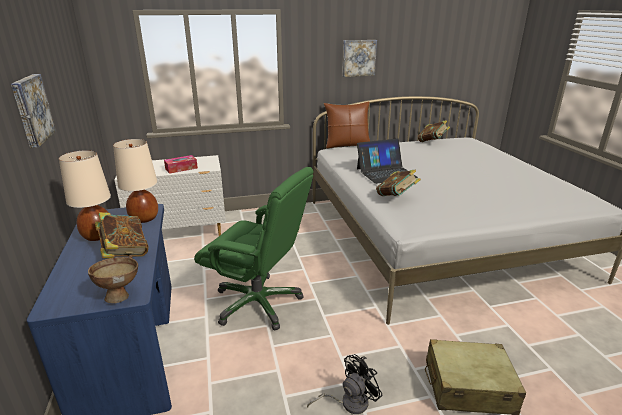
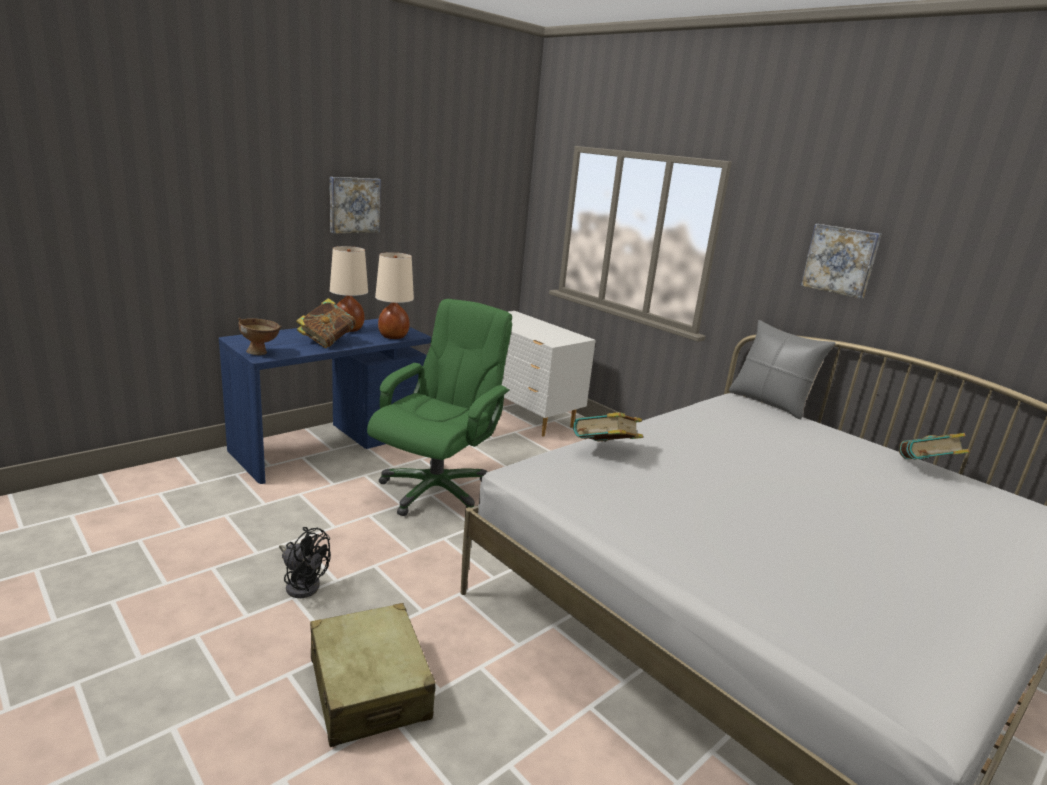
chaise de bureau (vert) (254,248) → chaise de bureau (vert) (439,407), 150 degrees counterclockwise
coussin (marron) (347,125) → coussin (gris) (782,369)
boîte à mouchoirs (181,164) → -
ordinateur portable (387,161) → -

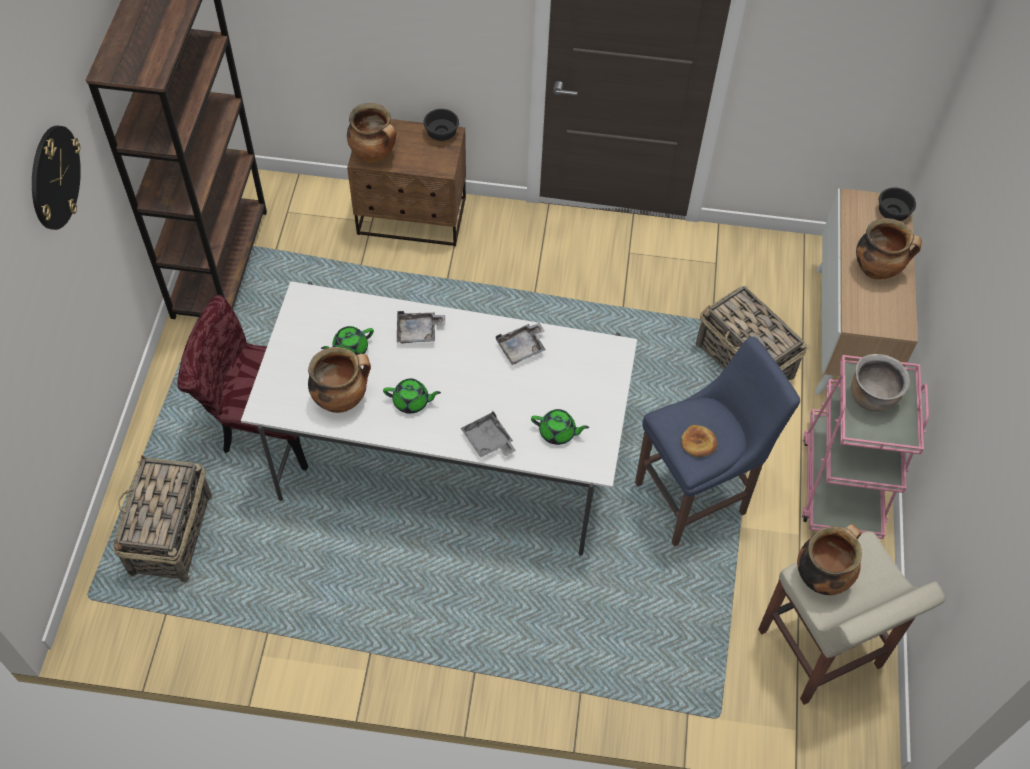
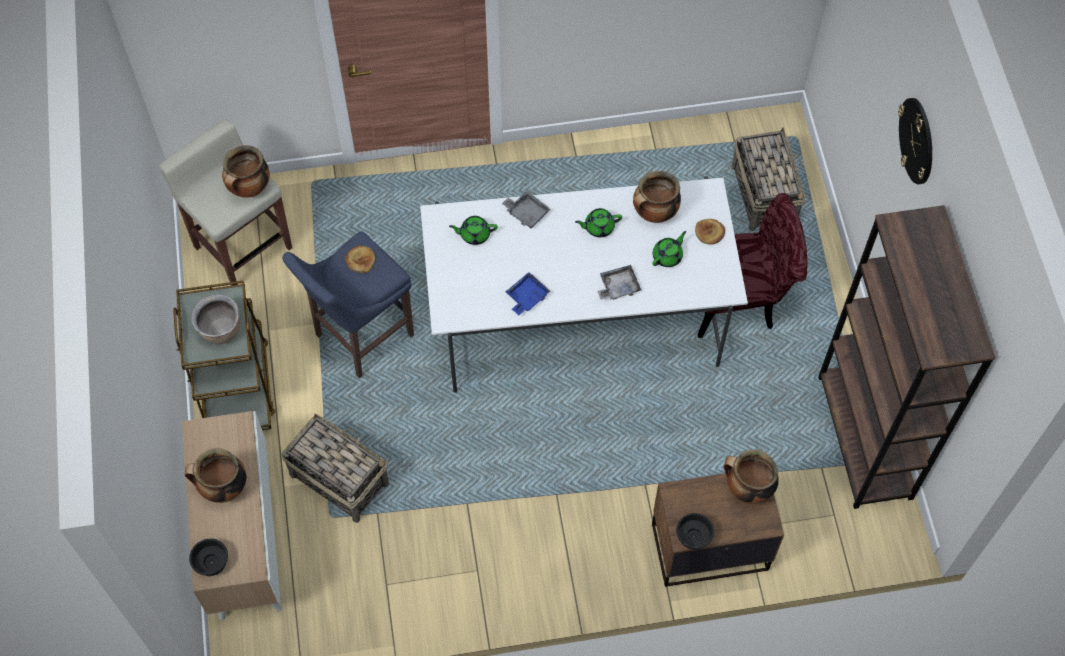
chariot (rose) (865,447) → chariot (marron) (224,355)
plateau (gris) (521,344) → plateau (bleu) (528,293)
- → pain (710,232)

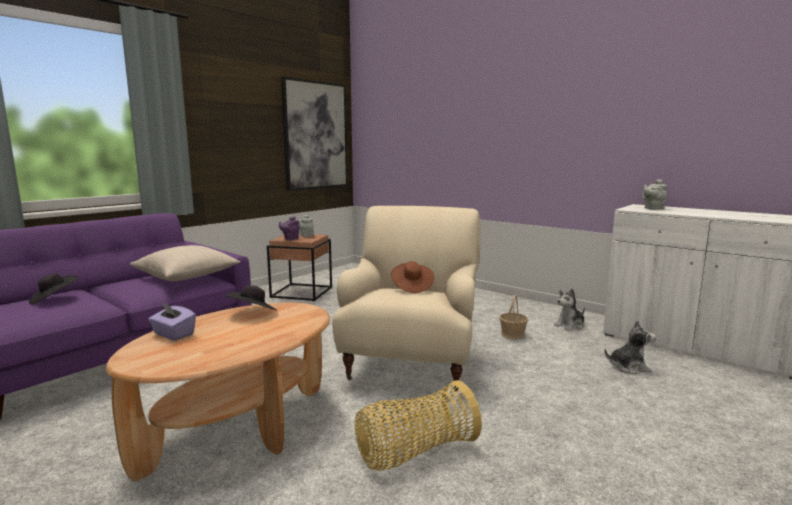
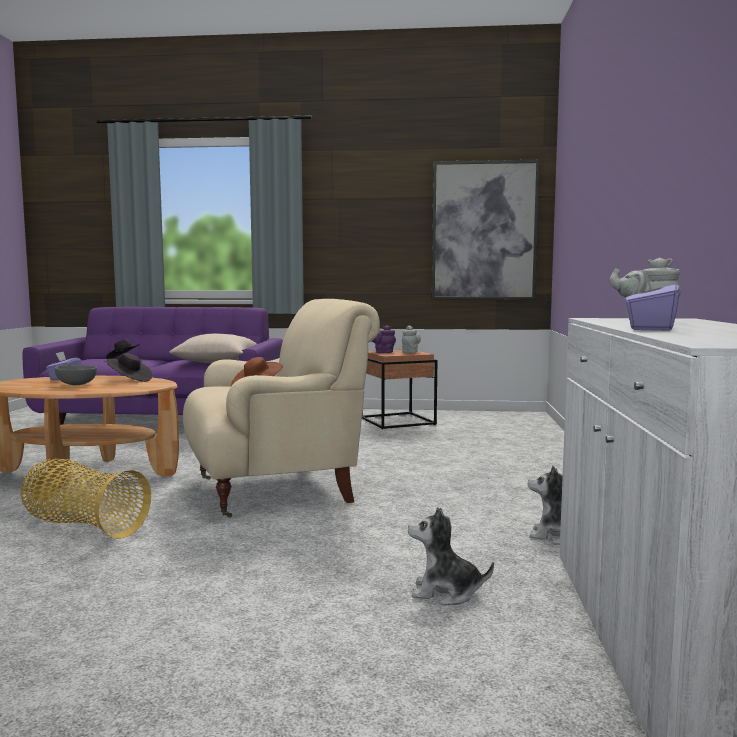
- → bol (gris) (76,375)
peluche (630,347) → peluche (451,556), 135 degrees clockwise
- → boîte à mouchoirs (violet) (652,301)
panier (513,317) → -

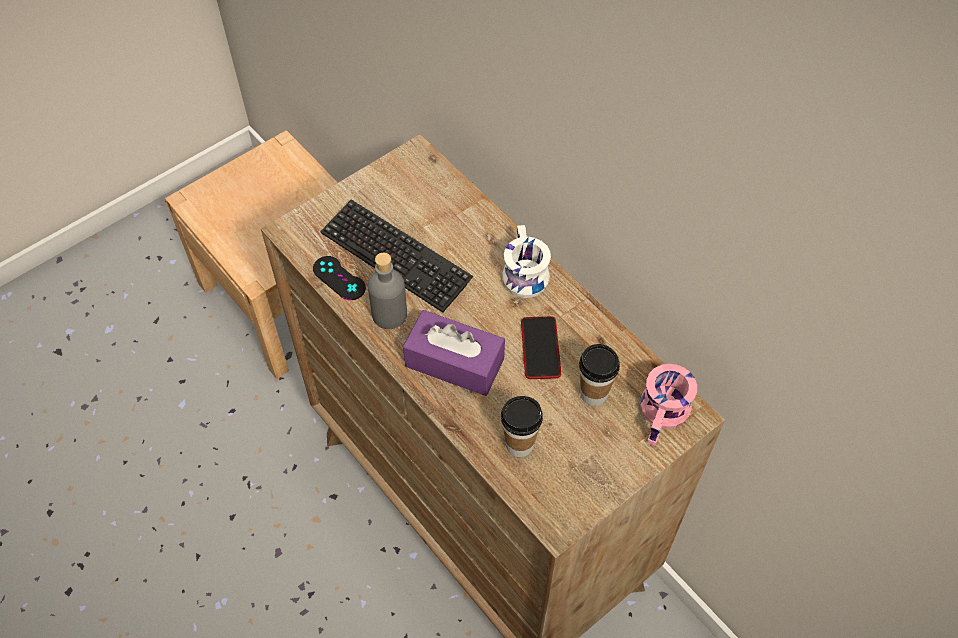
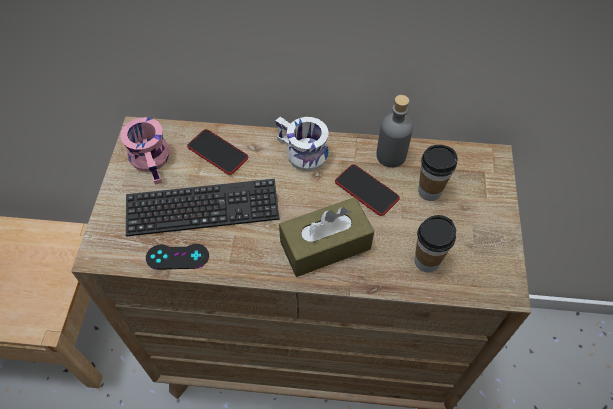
mug (rose) (669,405) → mug (rose) (144,151), shifted
- → téléphone (217,152)
boîte à mouchoirs (violet) (454,353) → boîte à mouchoirs (marron) (326,237)
bouteille (gris) (387,291) → bouteille (gris) (394,131), shifted

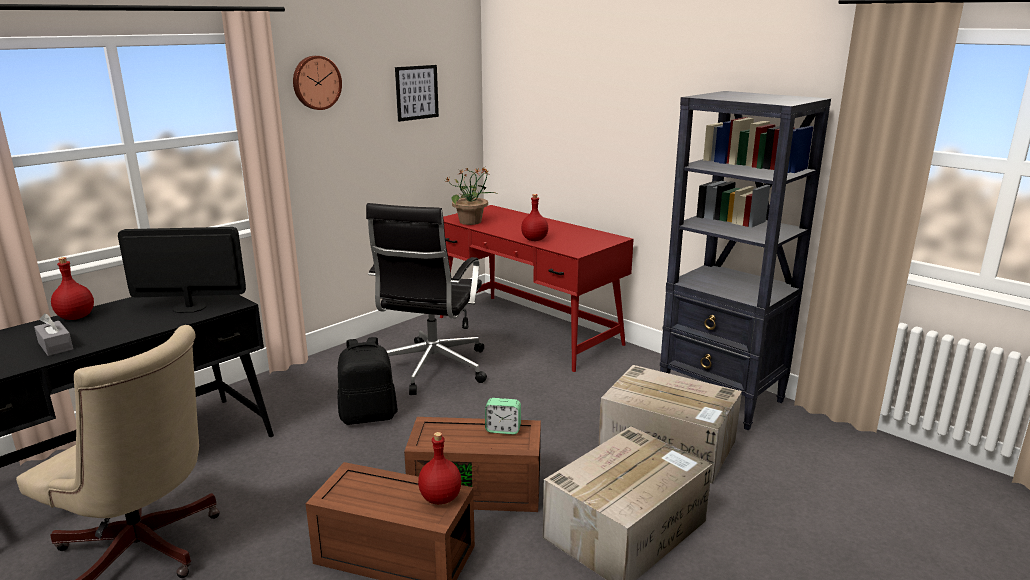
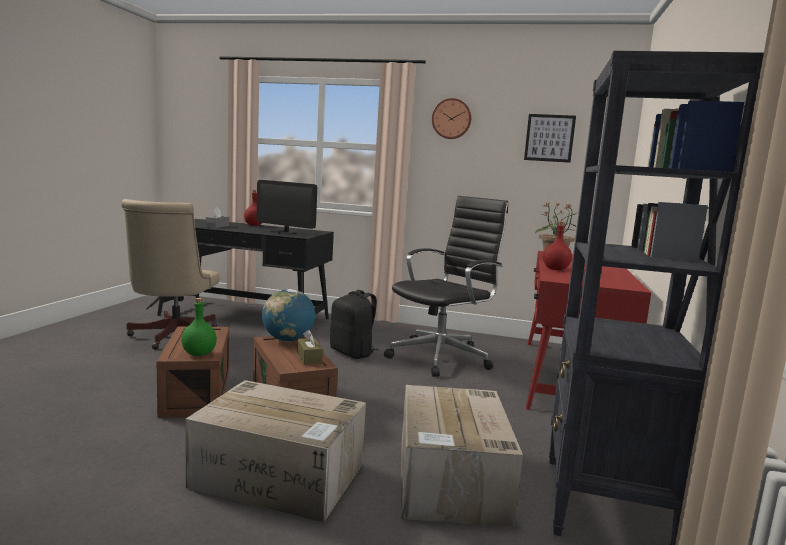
bouteille (rouge) (439,468) → bouteille (vert) (199,327)
écran d'ordinateur (182,270) → écran d'ordinateur (287,207), 150 degrees clockwise
- → globe (288,315)
réveil (503,416) → boîte à mouchoirs (marron) (310,347)
chaise de bureau (noir) (426,299) → chaise de bureau (noir) (446,286), 150 degrees clockwise

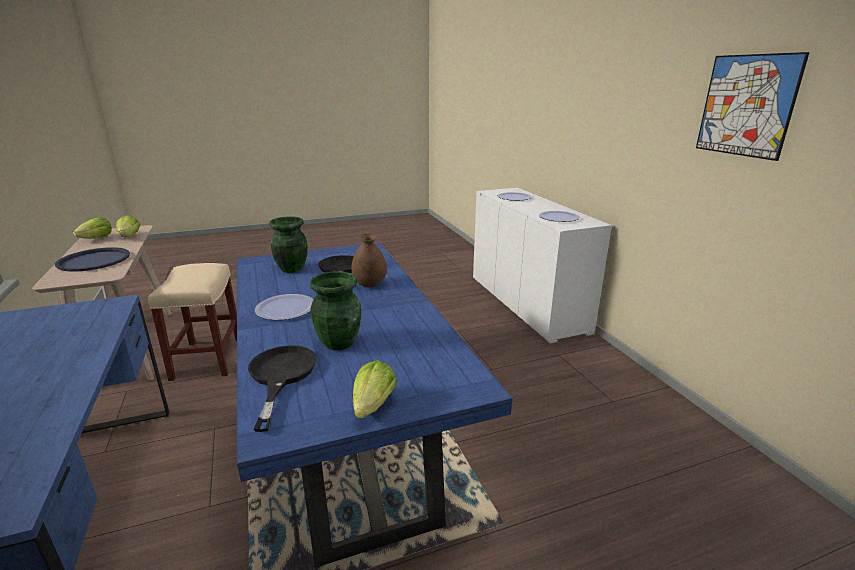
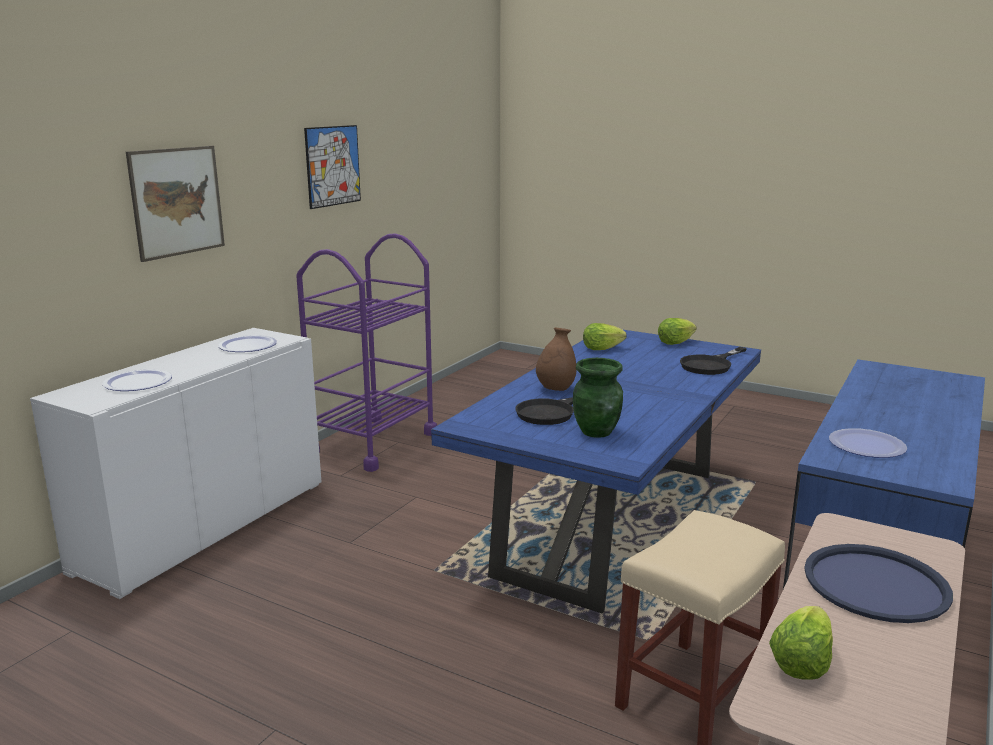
- → tableau (175,204)
- → chariot (violet) (366,352)
laitue (92,228) → laitue (604,336), shifted
assiette (284,307) → assiette (868,443), shifted
vase (vert) (335,310) → -

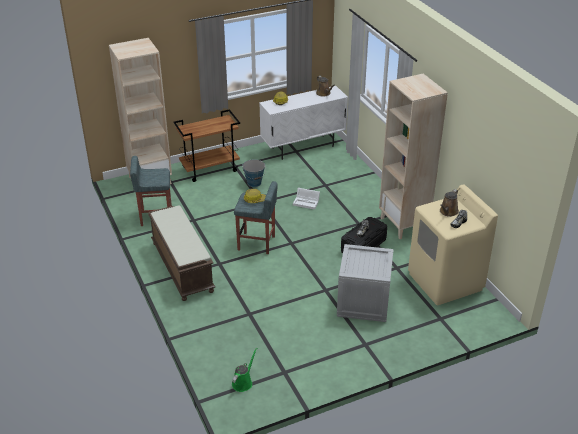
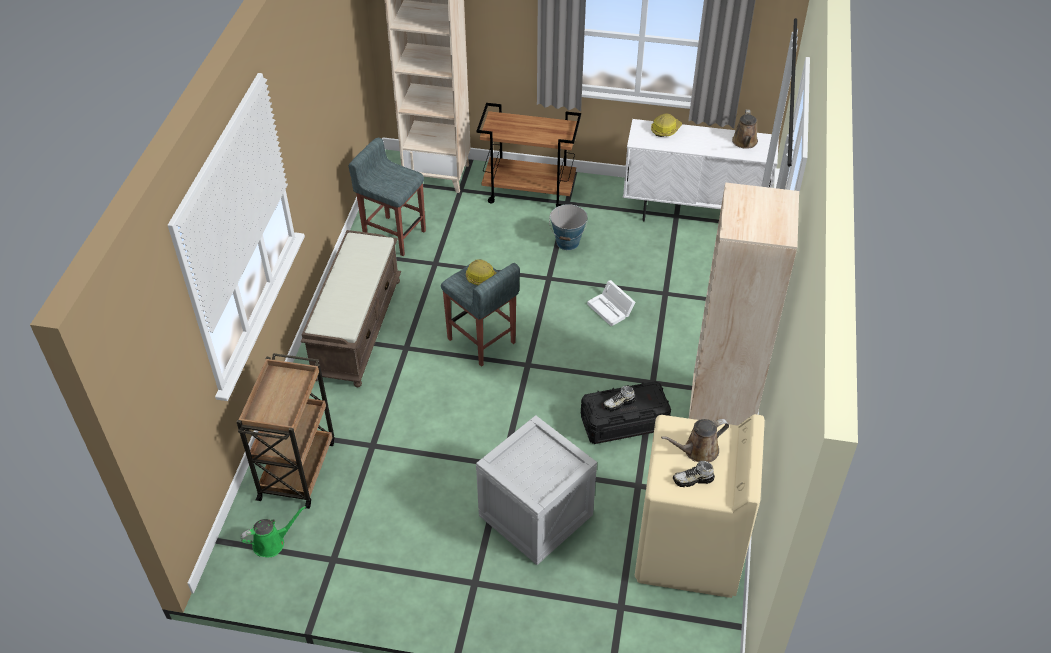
- → chariot (marron) (285,431)

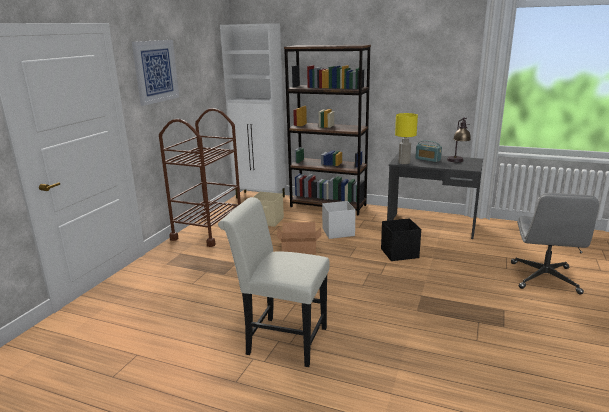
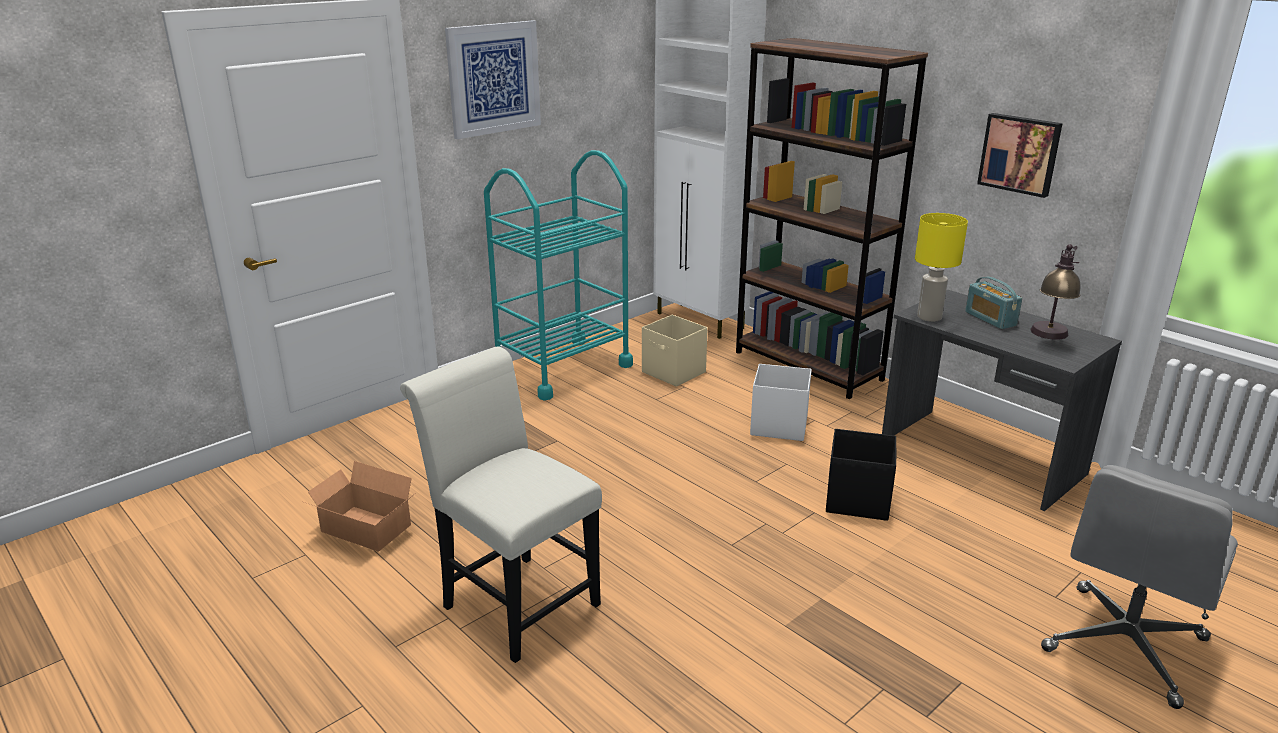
carton (299,238) → carton (359,506), shifted
chariot (marron) (200,177) → chariot (turquoise) (558,275)
- → tableau (1020,155)

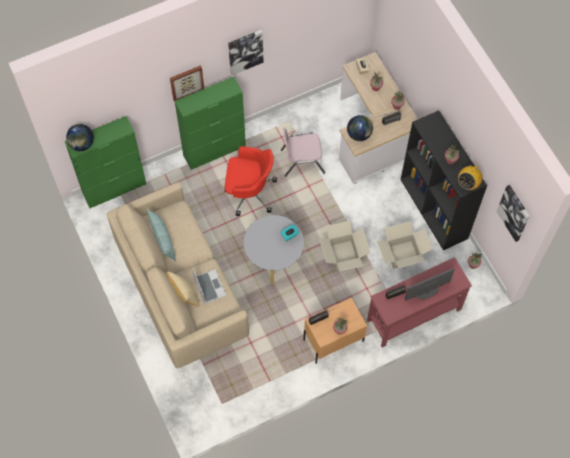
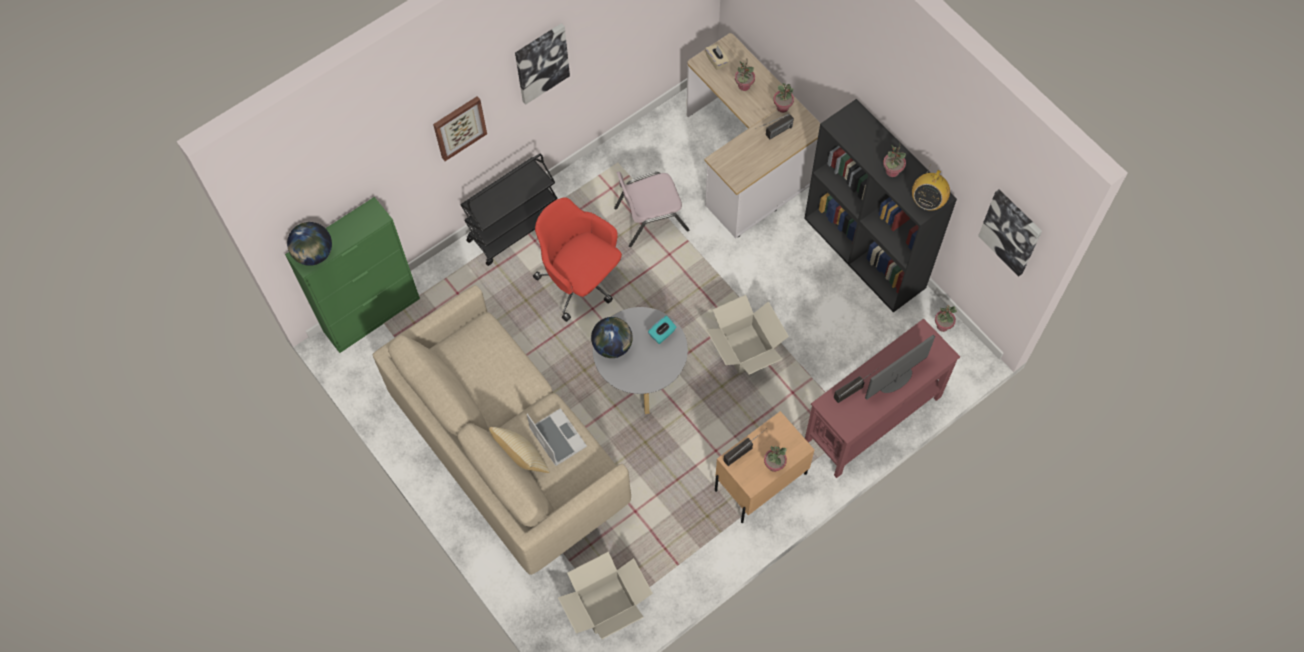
meuble de rangement (vert) (210,123) → chariot (noir) (509,210)
chaise de bureau (rouge) (250,181) → chaise de bureau (rouge) (577,259), 135 degrees counterclockwise
carton (405,245) → carton (605,595), shifted
globe (360,128) → globe (612,337), shifted
coussin (161,235) → -

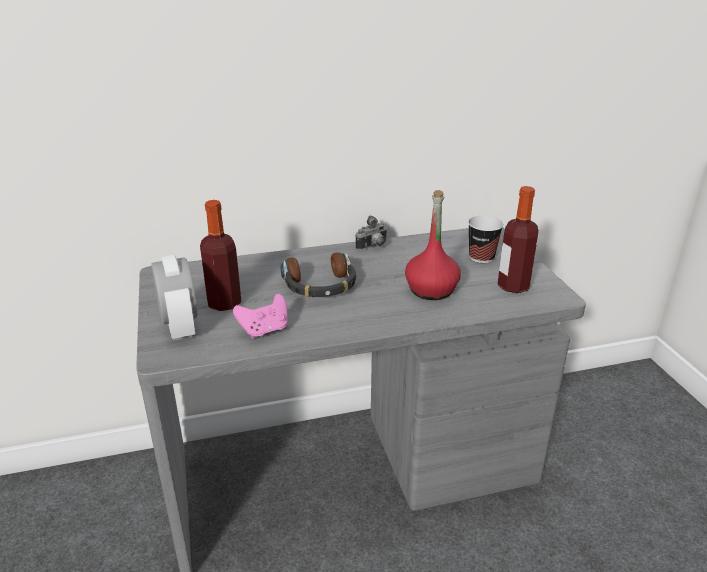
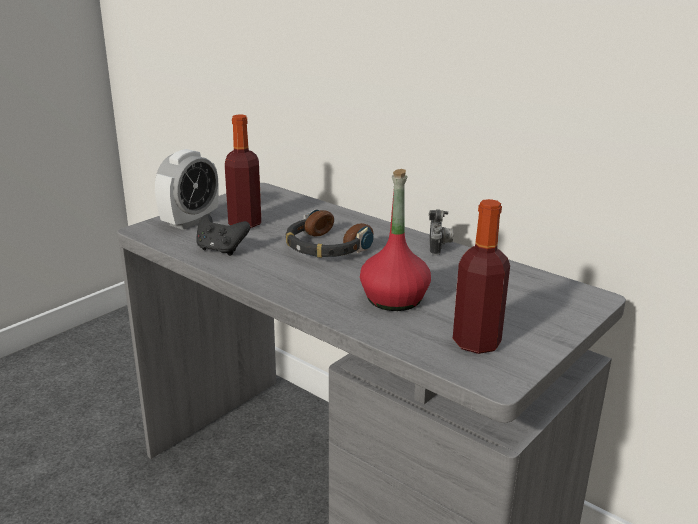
manette (rose) (260,316) → manette (noir) (223,235)
appareil photo (371,232) → appareil photo (441,232), 105 degrees counterclockwise
tasse (486,239) → -

